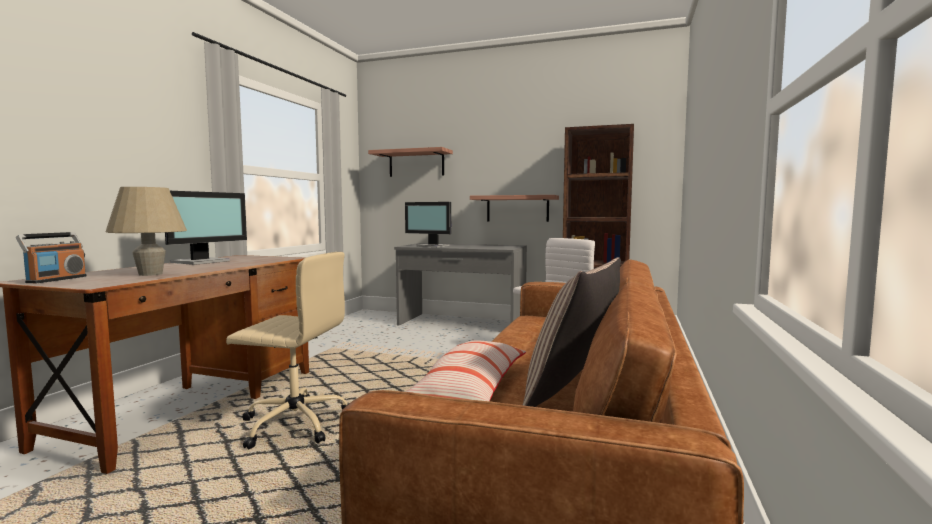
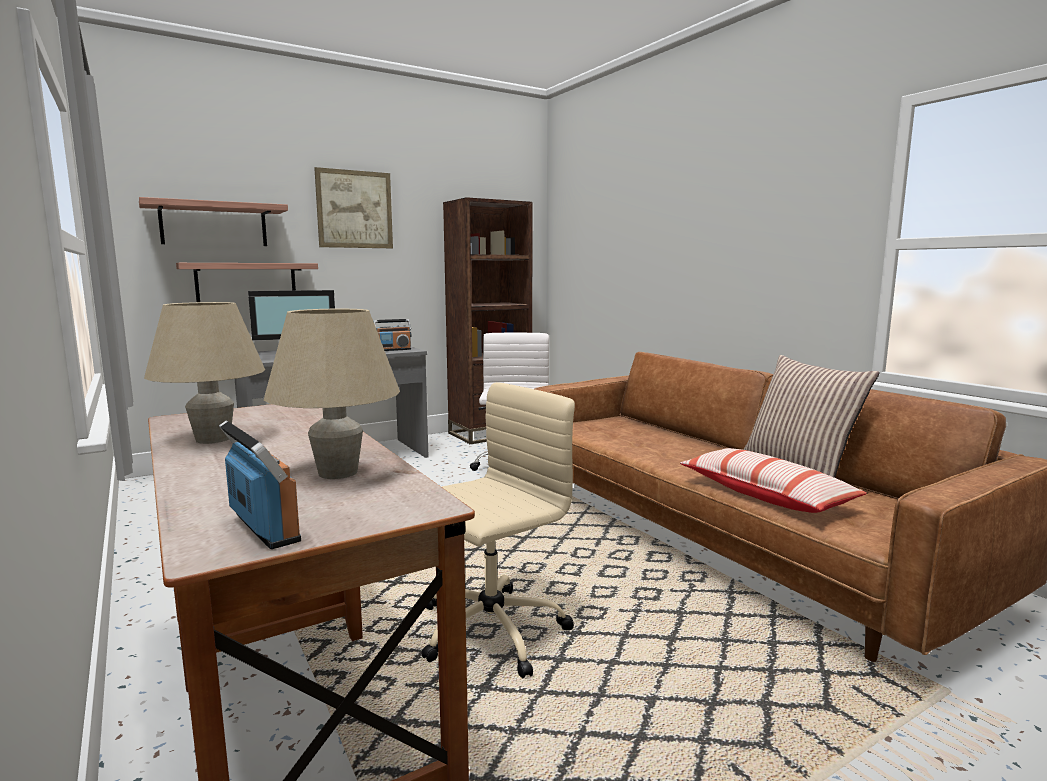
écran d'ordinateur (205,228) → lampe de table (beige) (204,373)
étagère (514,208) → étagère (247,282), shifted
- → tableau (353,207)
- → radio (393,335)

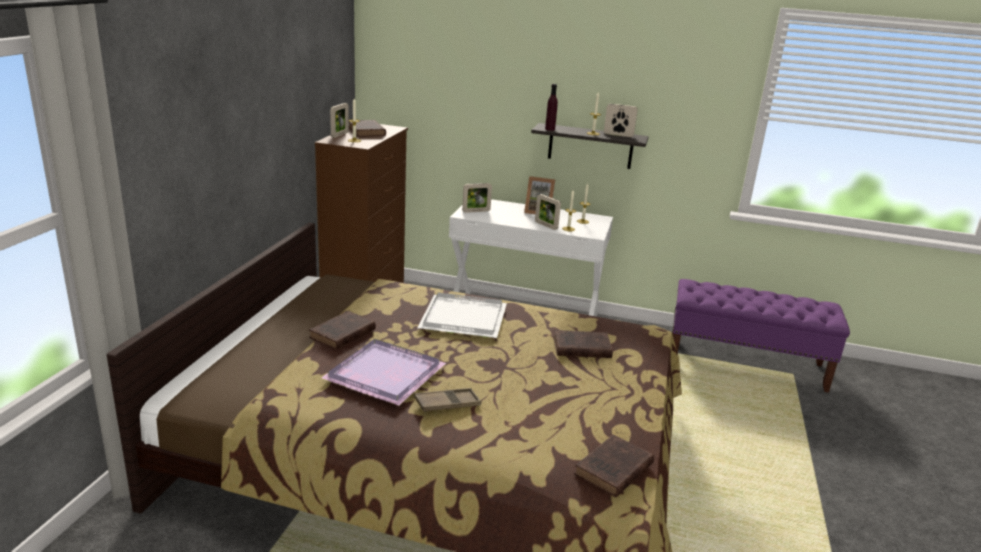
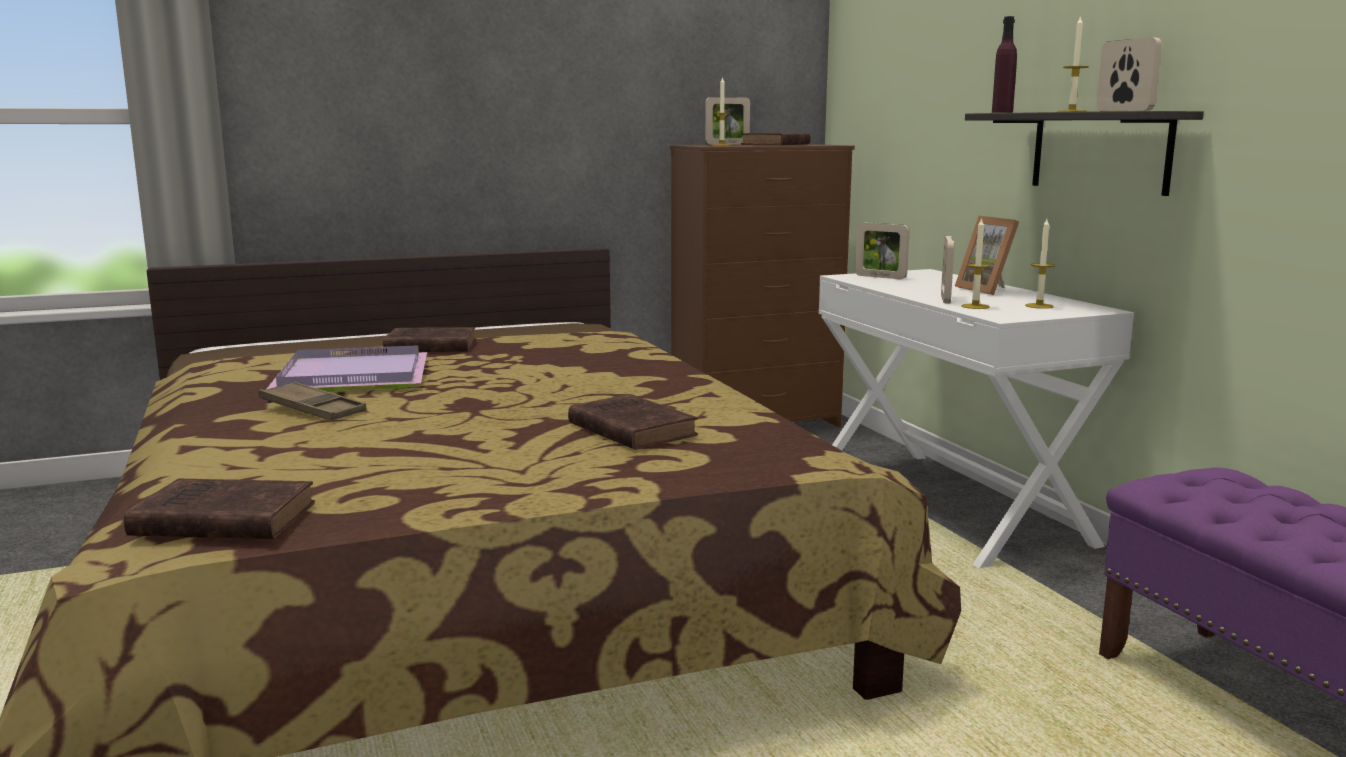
plateau (blanc) (462,315) → -

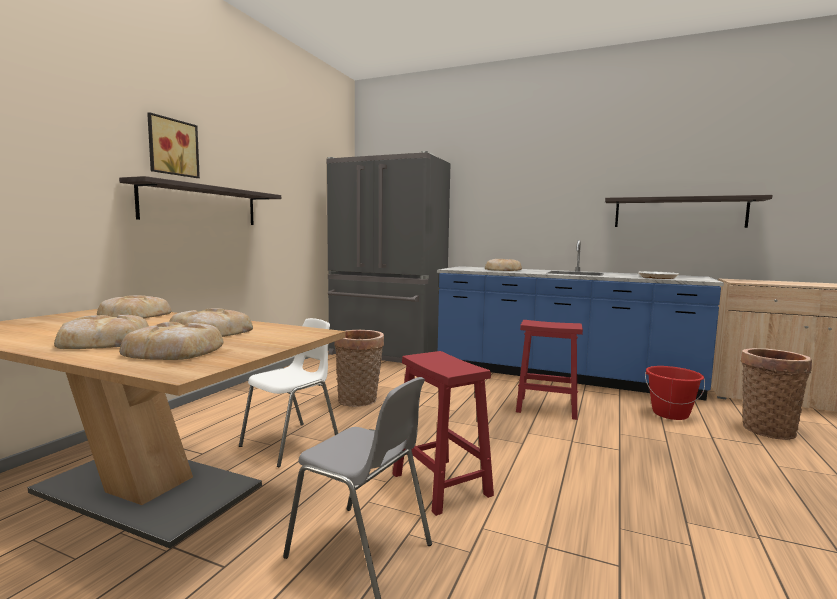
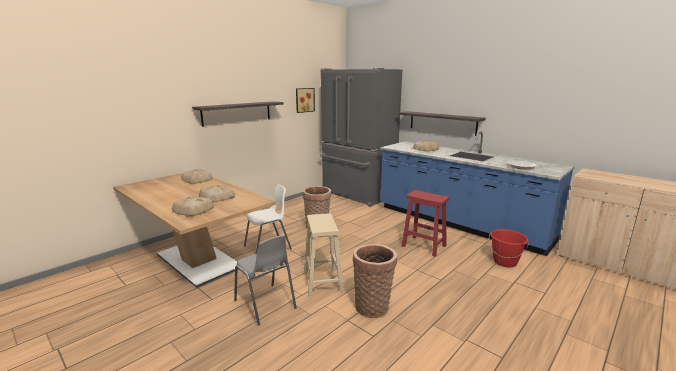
tableau (173,145) → tableau (305,100), shifted
tabouret (rouge) (443,433) → tabouret (beige) (324,254)
panier (776,394) → panier (375,281), shifted
étagère (688,211) → étagère (442,123), shifted
pain (101,332) → -

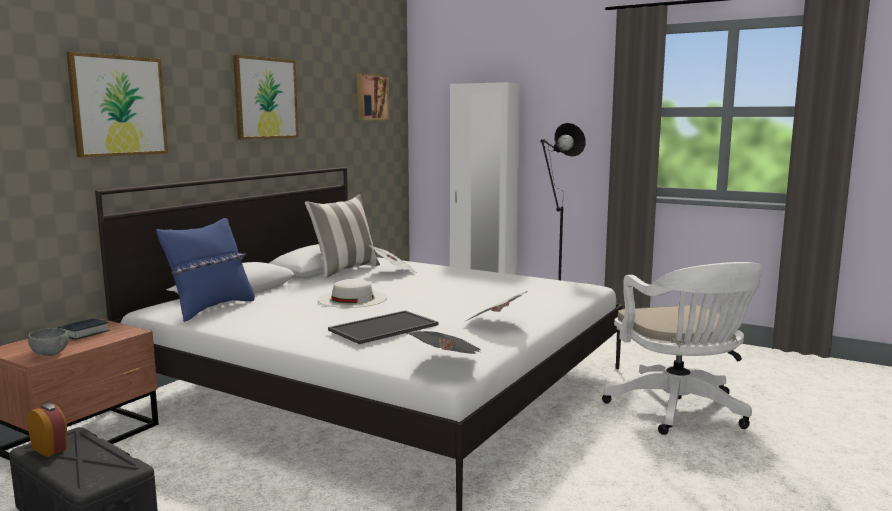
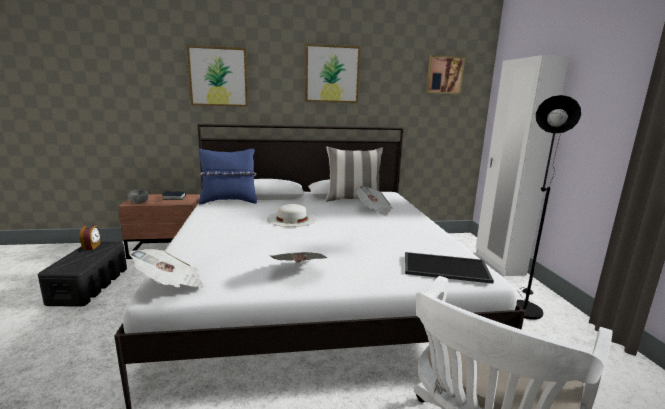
plateau (383,327) → plateau (449,268), shifted

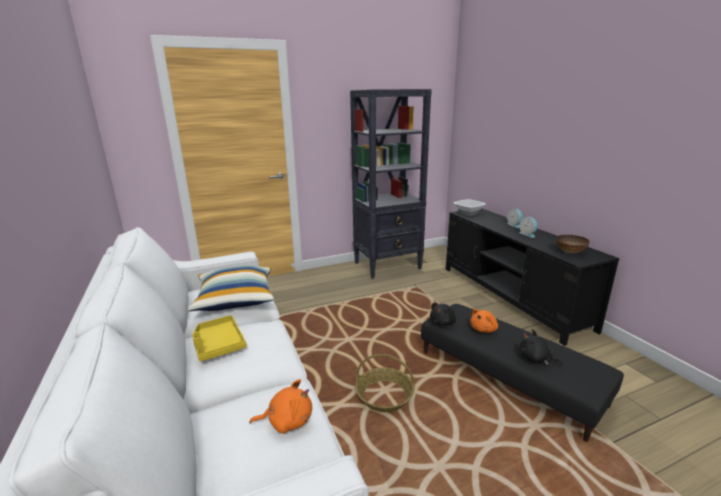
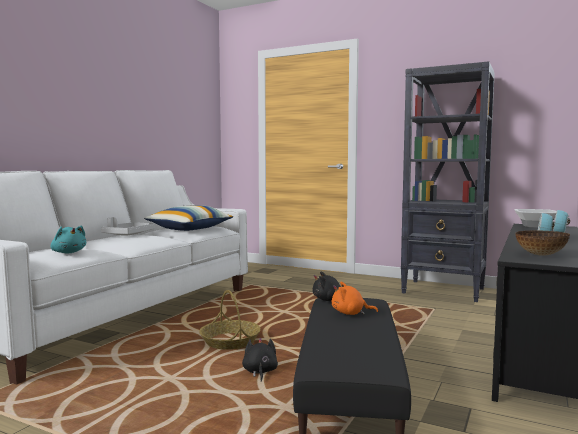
peluche (orange) (280,406) → peluche (turquoise) (68,239)
plateau (jaune) (219,338) → plateau (gris) (128,226)
peluche (noir) (541,347) → peluche (noir) (260,360), shifted

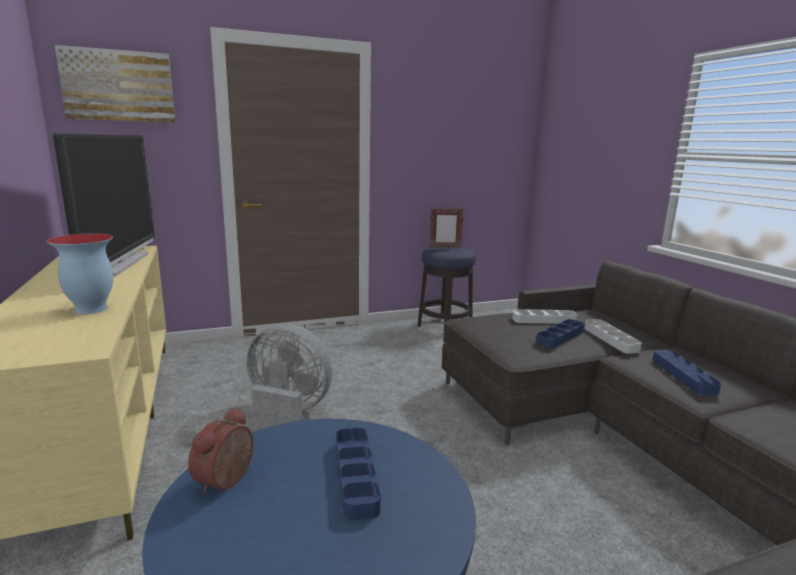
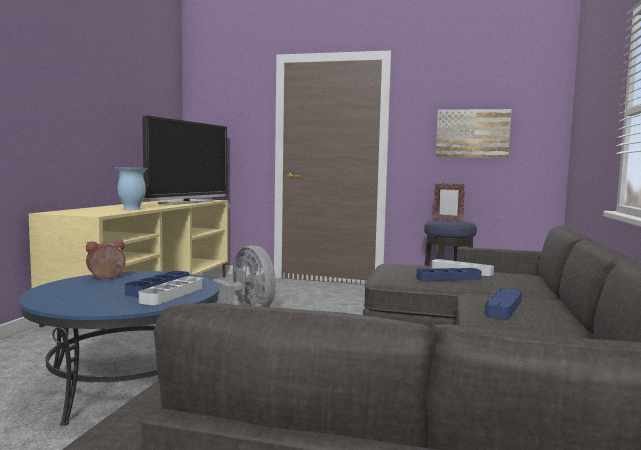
plateau (gris) (613,336) → plateau (gris) (170,290), shifted
tableau (115,84) → tableau (474,133), shifted

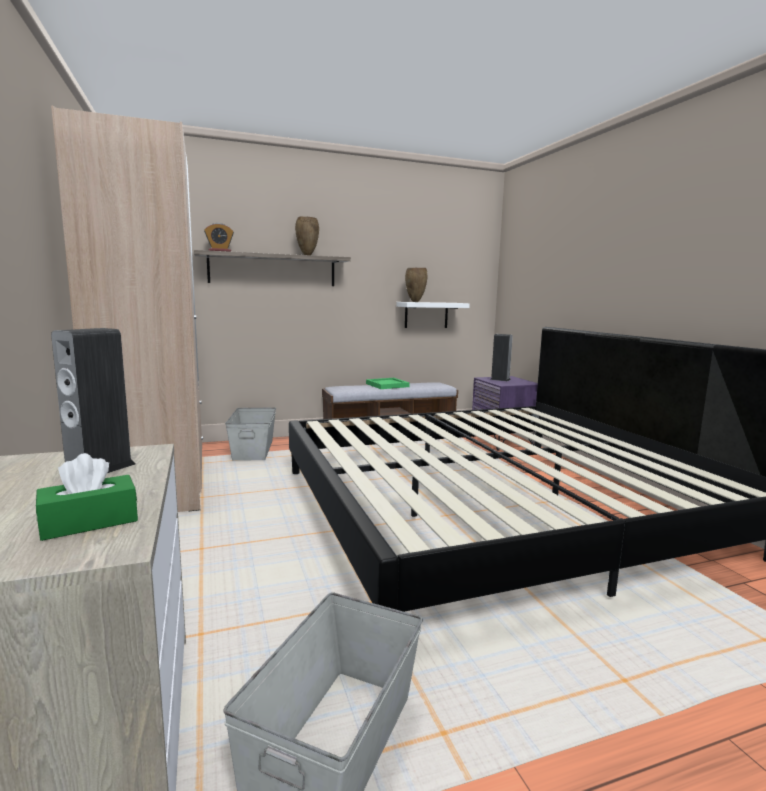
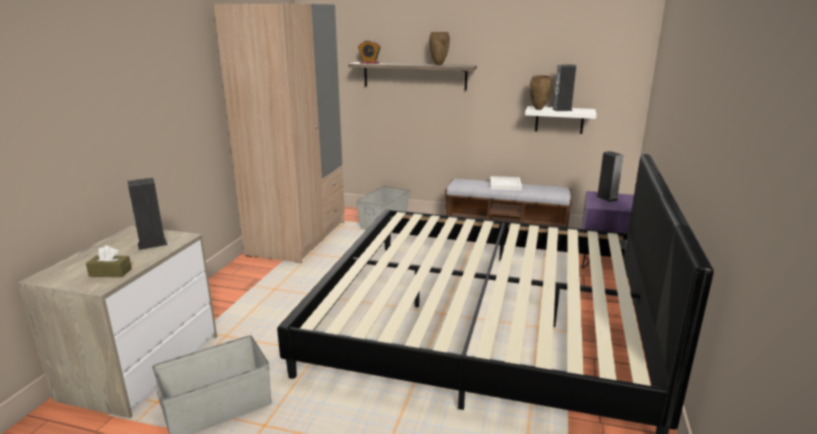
boîte à mouchoirs (vert) (87,497) → boîte à mouchoirs (marron) (109,261)
plateau (vert) (388,383) → plateau (blanc) (506,183)
- → enceinte (564,88)

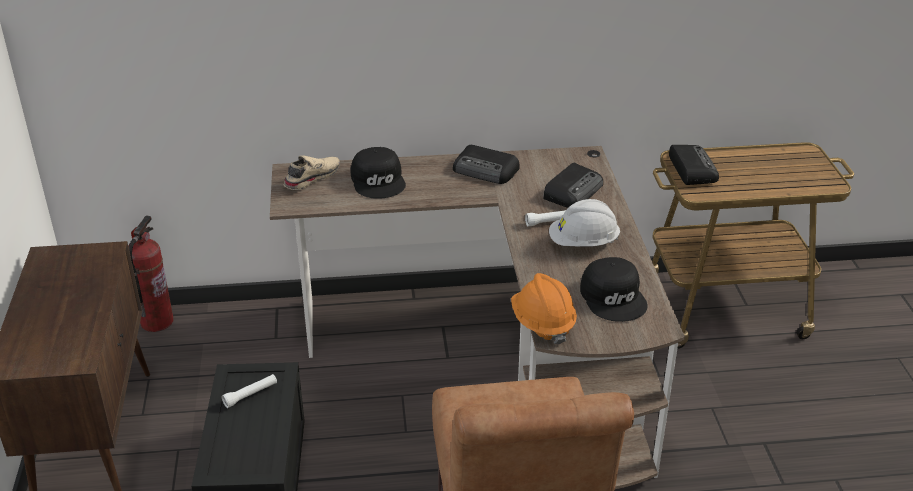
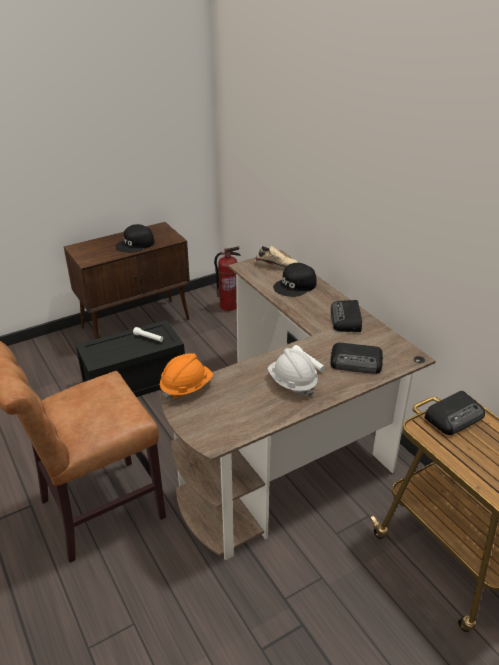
casquette (noir) (614,289) → casquette (noir) (135,238), shifted

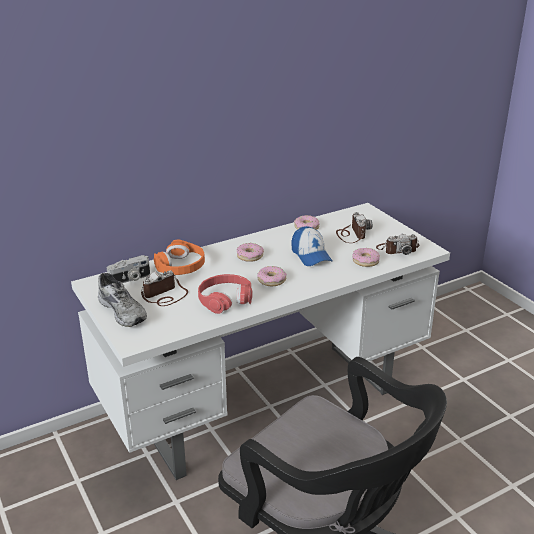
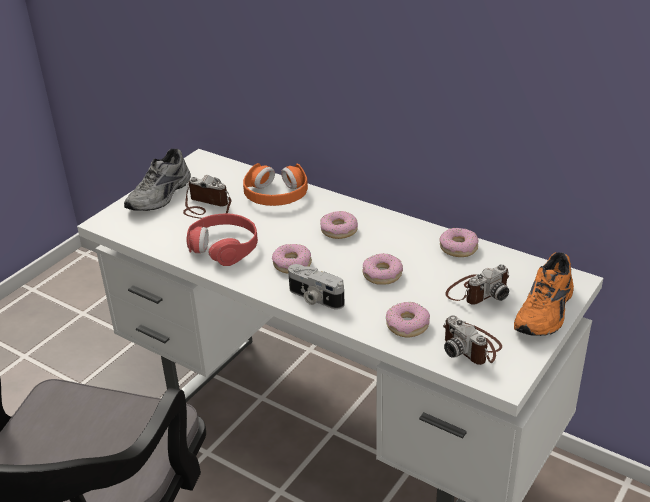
appareil photo (128,269) → appareil photo (316,286), shifted
casquette (311,246) → beignet (382,269)
- → chaussure (orange) (544,294)

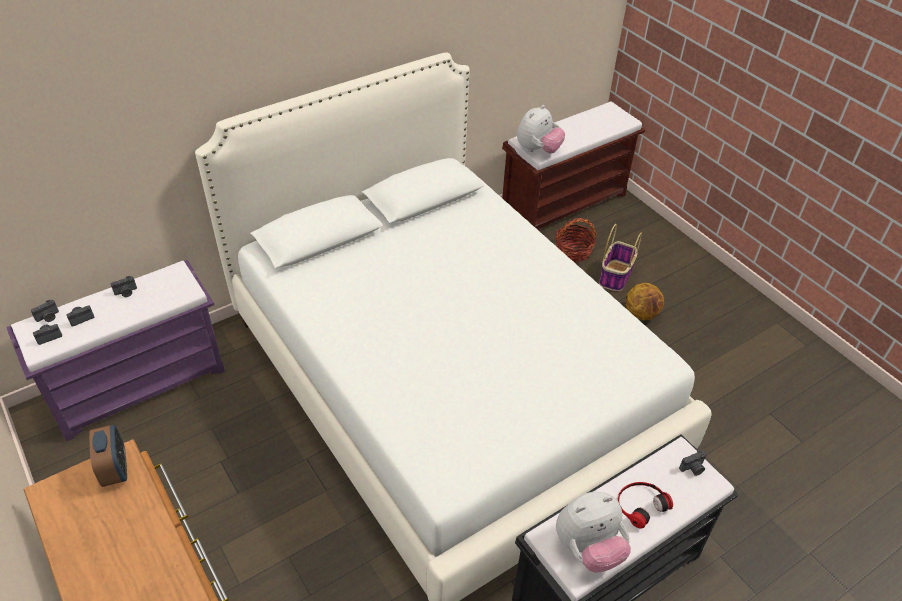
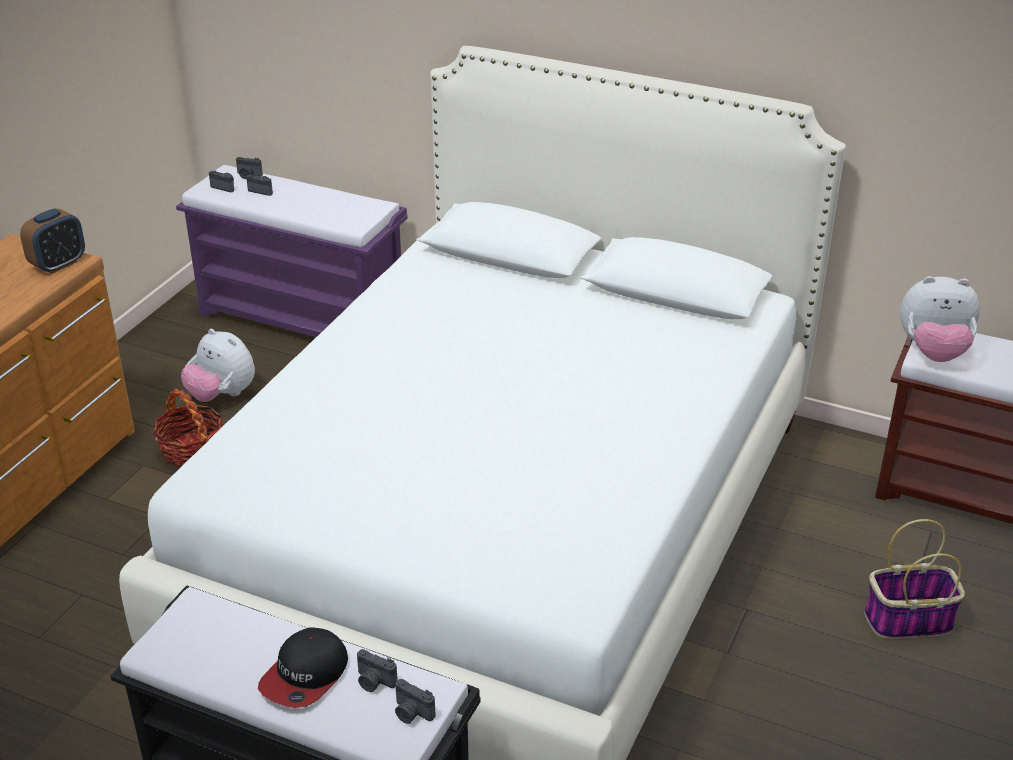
panier (576,240) → panier (188,427), shifted
peluche (593,532) → peluche (218,365), shifted
casque audio (645,505) → casquette (303,667)
appareil photo (123,286) → appareil photo (377,670), shifted
ballon de basket (645,301) → -

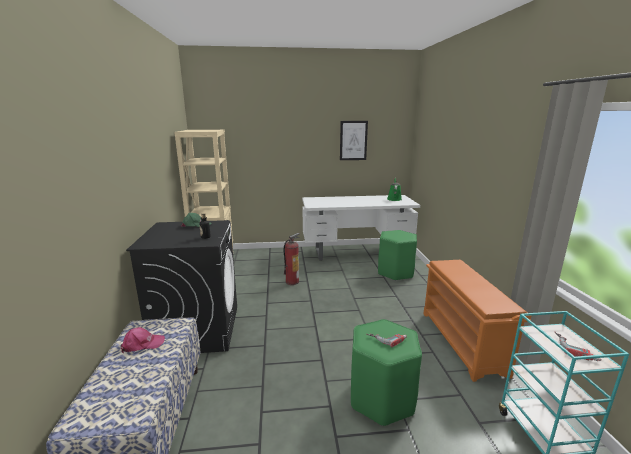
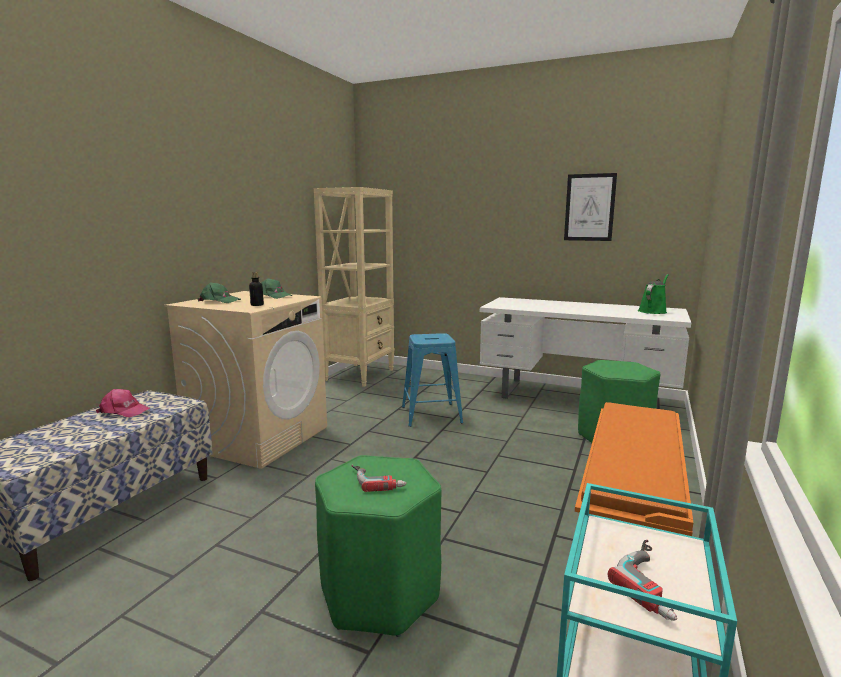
lave-linge (noir) (181,286) → lave-linge (beige) (245,380)
- → casquette (vert) (219,292)
extincteur (292,259) → tabouret (bleu) (432,380)

